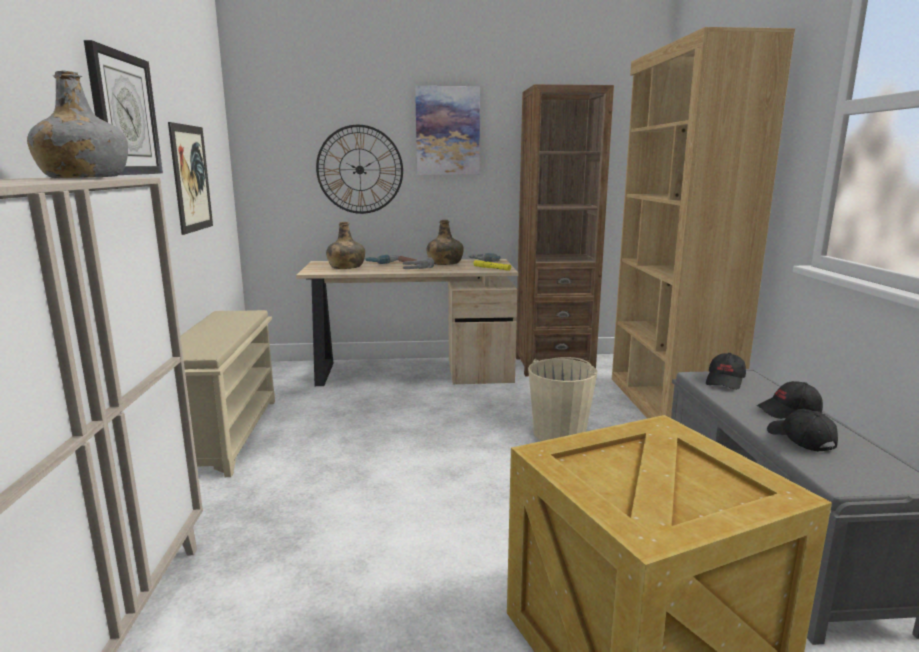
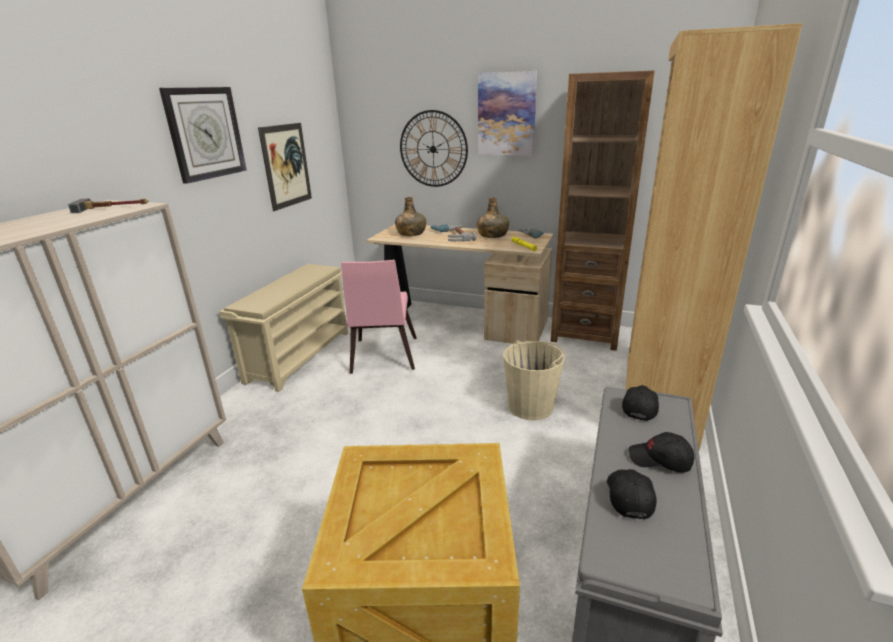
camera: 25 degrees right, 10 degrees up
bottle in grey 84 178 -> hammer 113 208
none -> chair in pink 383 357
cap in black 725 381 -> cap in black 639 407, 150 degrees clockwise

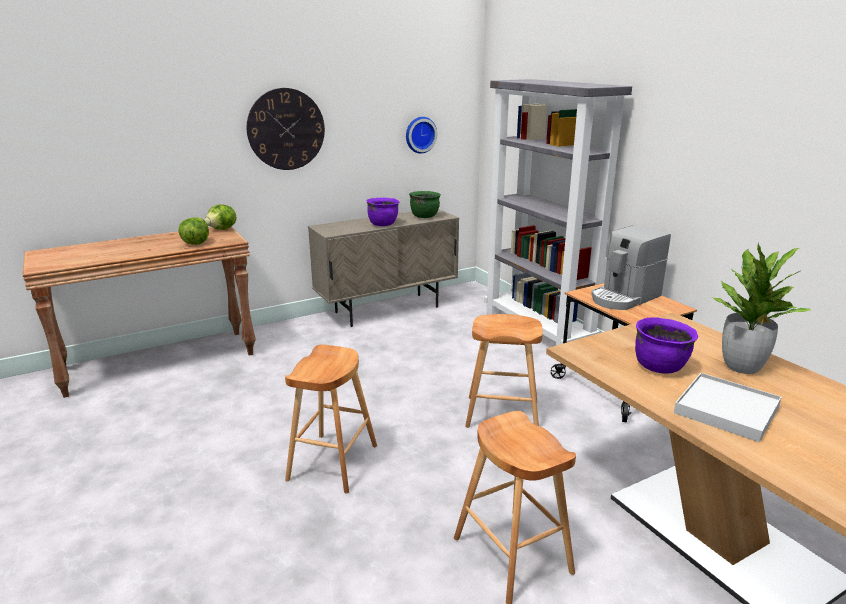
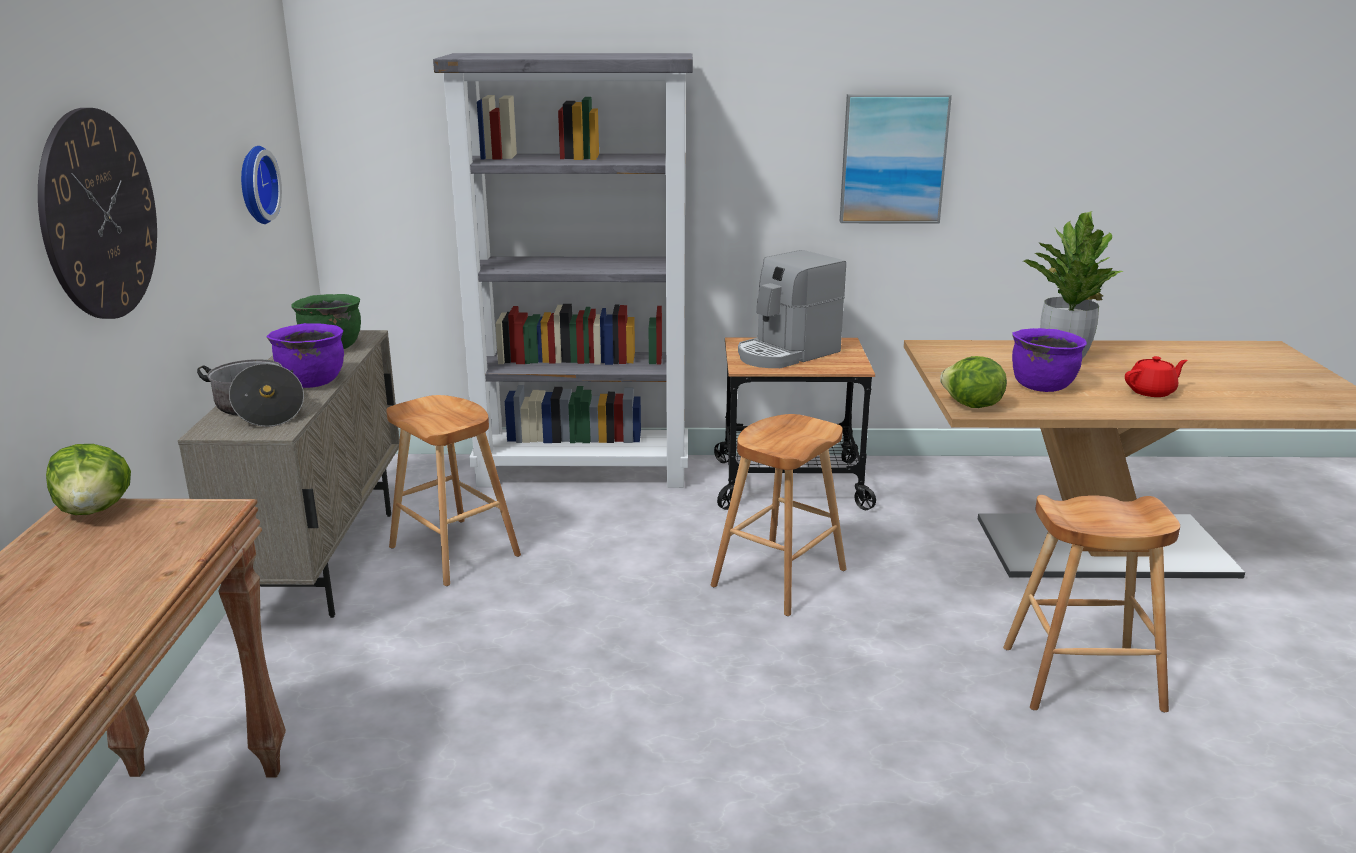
camera: 60 degrees left, 0 degrees up
none -> cooking pot 257 410
stool in brown 333 462 -> stool in brown 454 551, move
coffee machine 624 298 -> coffee machine 786 354, 60 degrees clockwise
none -> picture 893 159
lettuce 195 243 -> lettuce 971 406, move
tray in white 727 410 -> teapot in red 1151 392

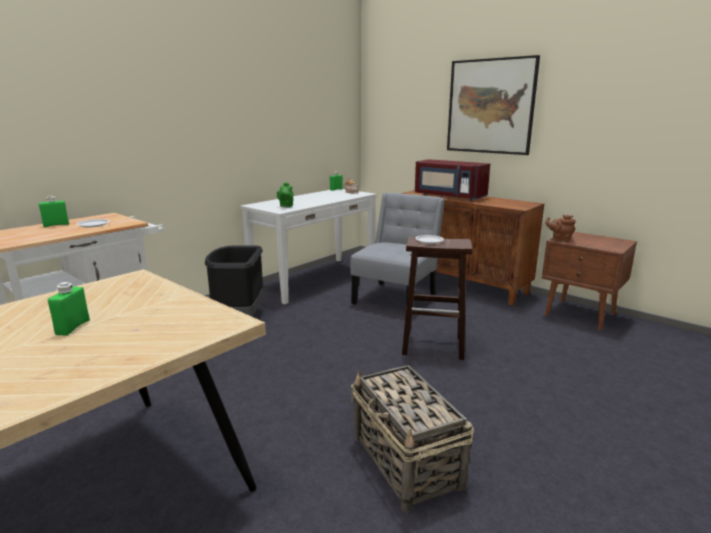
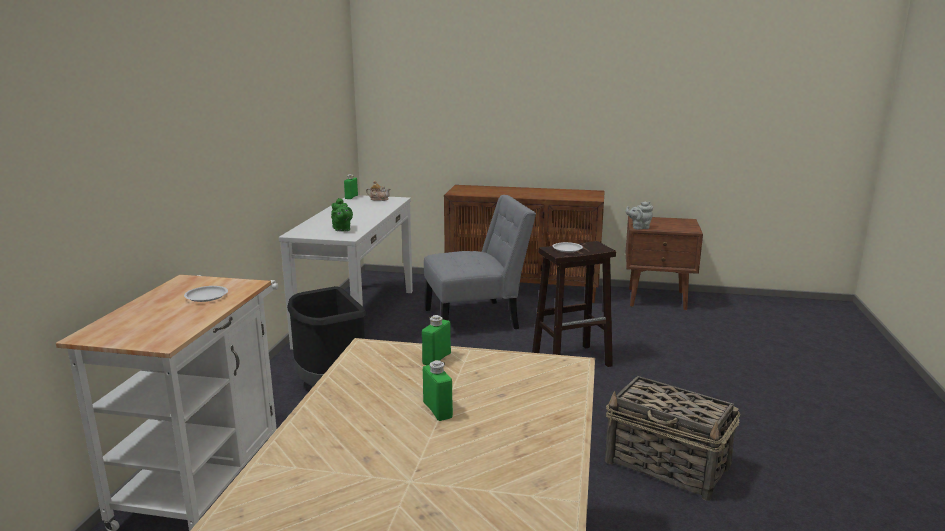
camera: 30 degrees left, 0 degrees up
bottle in green 56 225 -> bottle in green 436 359, move
chair in grey 397 297 -> chair in grey 476 318, 75 degrees clockwise
teapot in brown 559 240 -> teapot in grey 639 227
microwave in red 449 196 -> none
picture 490 106 -> none

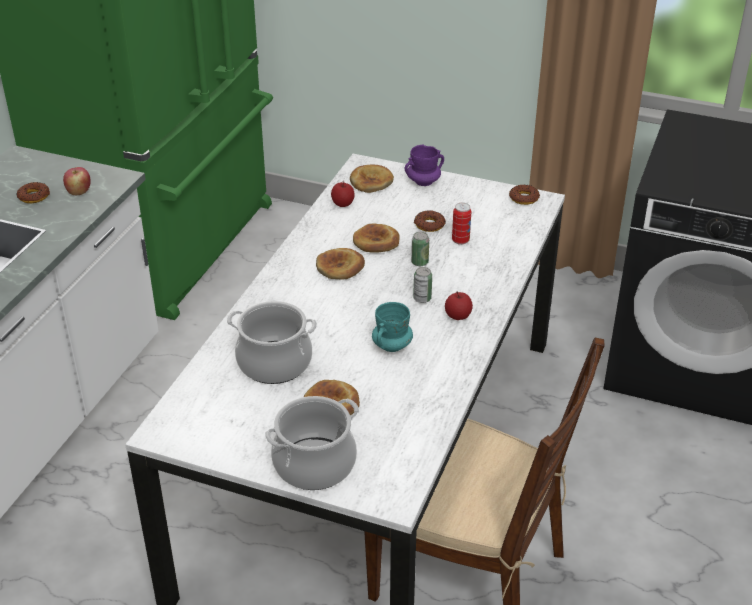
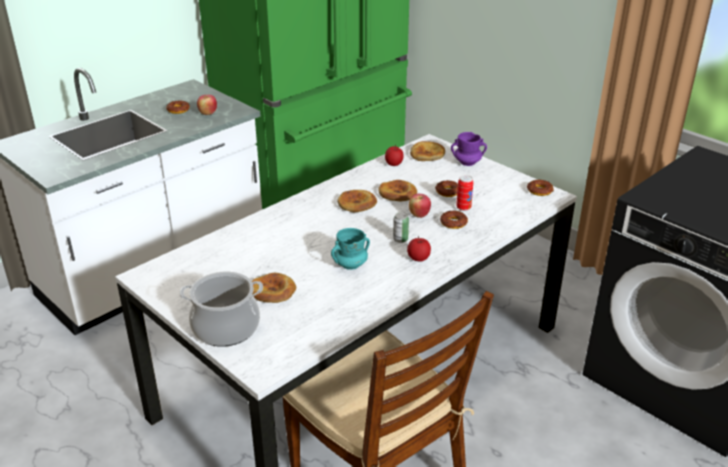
camera: 25 degrees right, 5 degrees down
can 419 262 -> apple 419 215
none -> donut 453 223
cooking pot 274 363 -> none

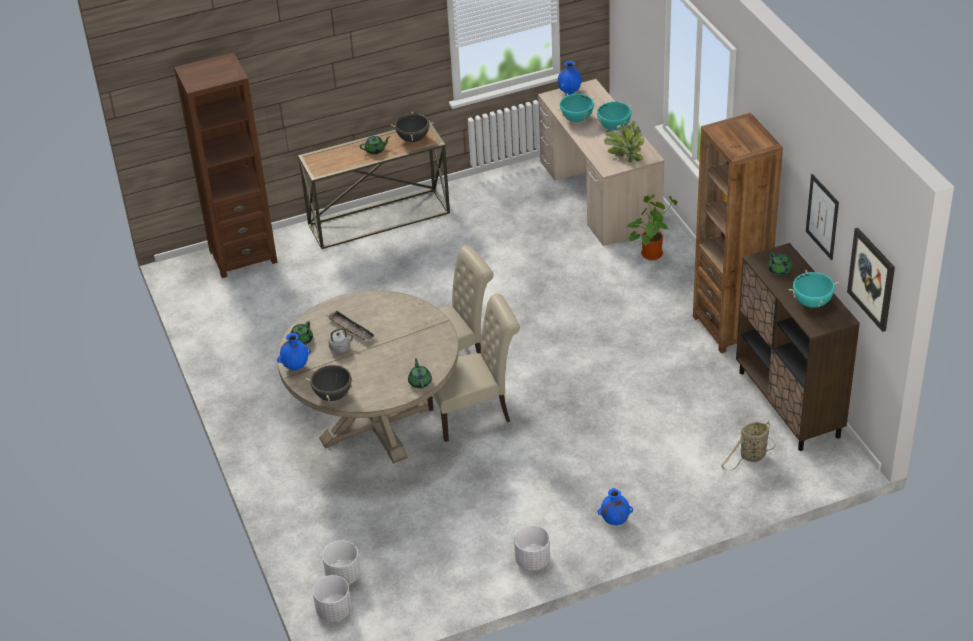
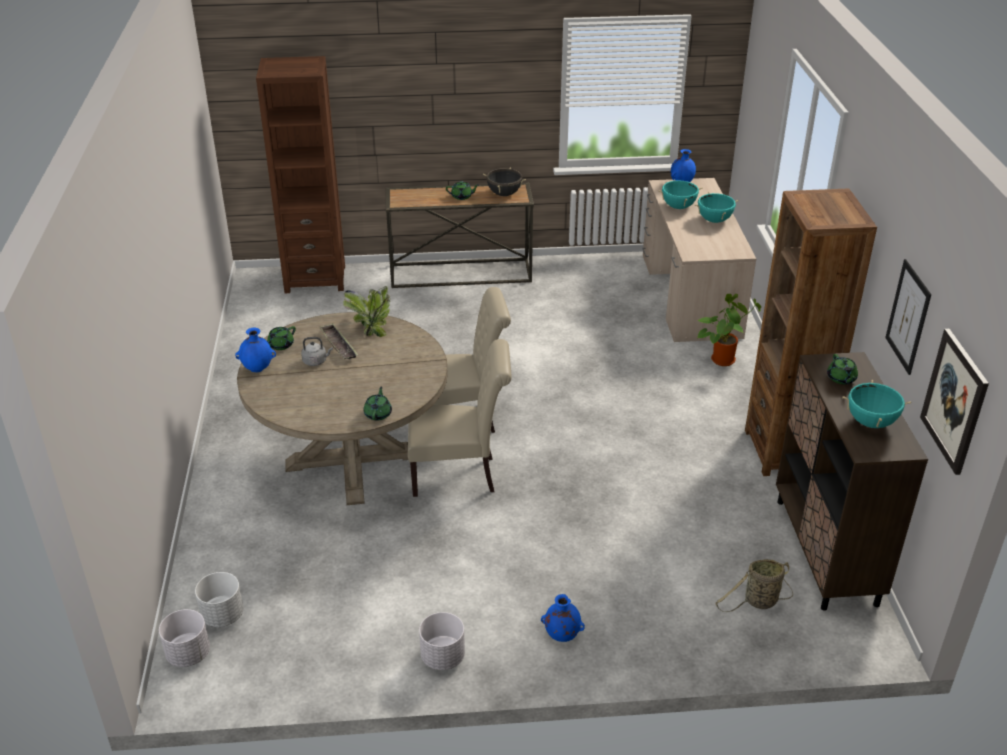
camera: 15 degrees right, 5 degrees down
potted plant 624 155 -> potted plant 372 327, move
cooking pot in black 333 395 -> none

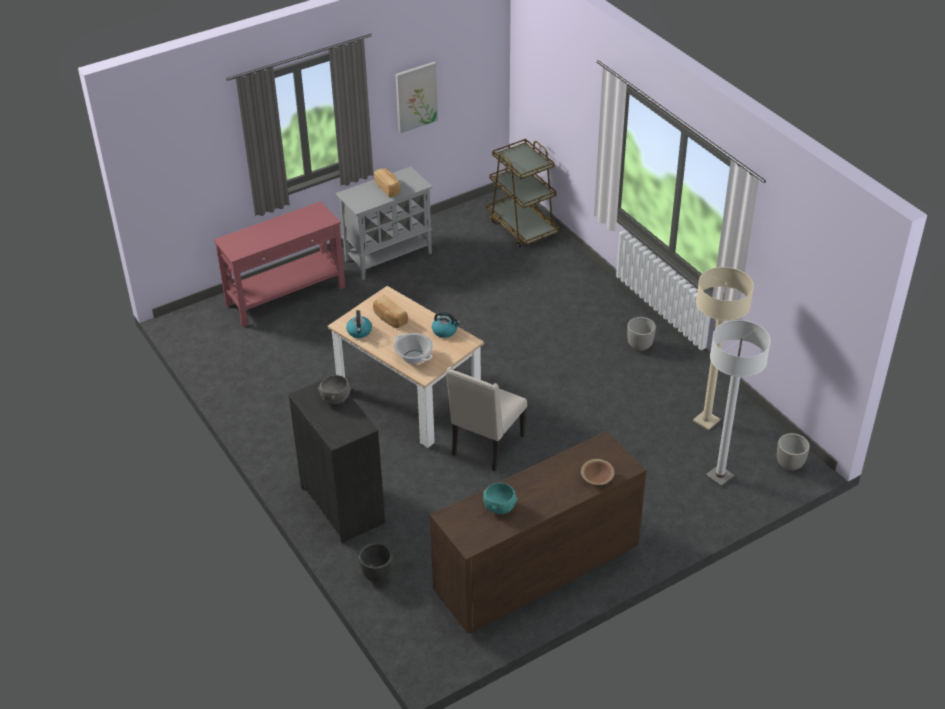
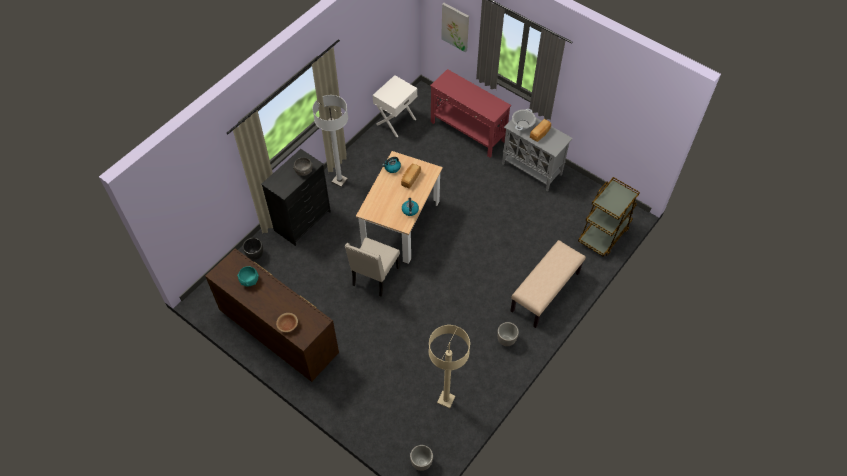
camera: 70 degrees right, 15 degrees up
floor lamp in white 719 476 -> floor lamp in white 339 180, move
chair in beige 486 446 -> chair in beige 374 277, 75 degrees counterclockwise
none -> nightstand in white 395 121
picture 416 96 -> picture 455 27, move
none -> bench in beige 545 292
cooking pot 413 357 -> cooking pot 522 124, move

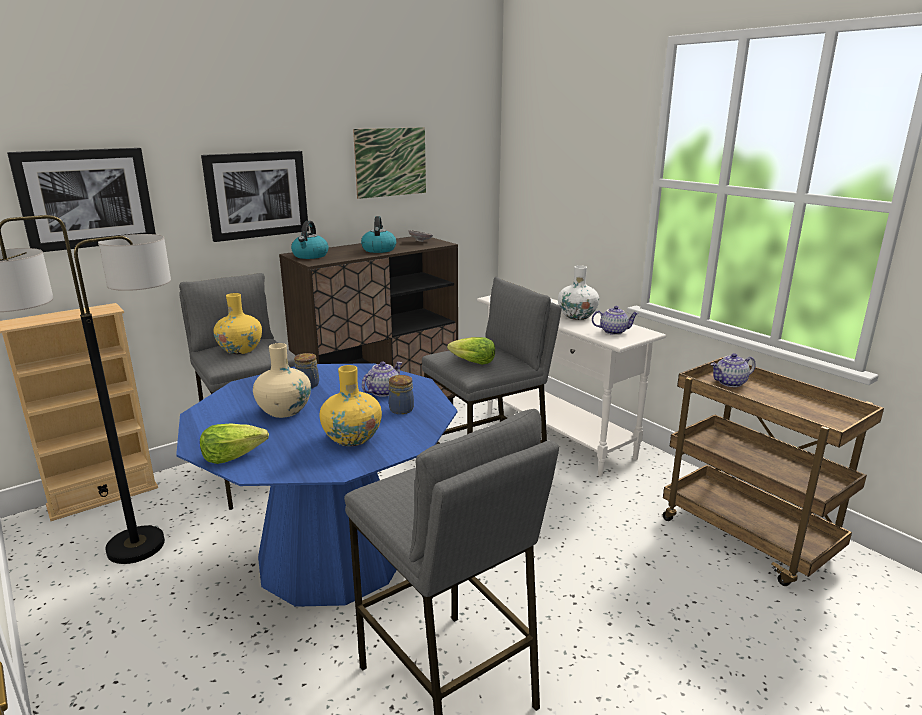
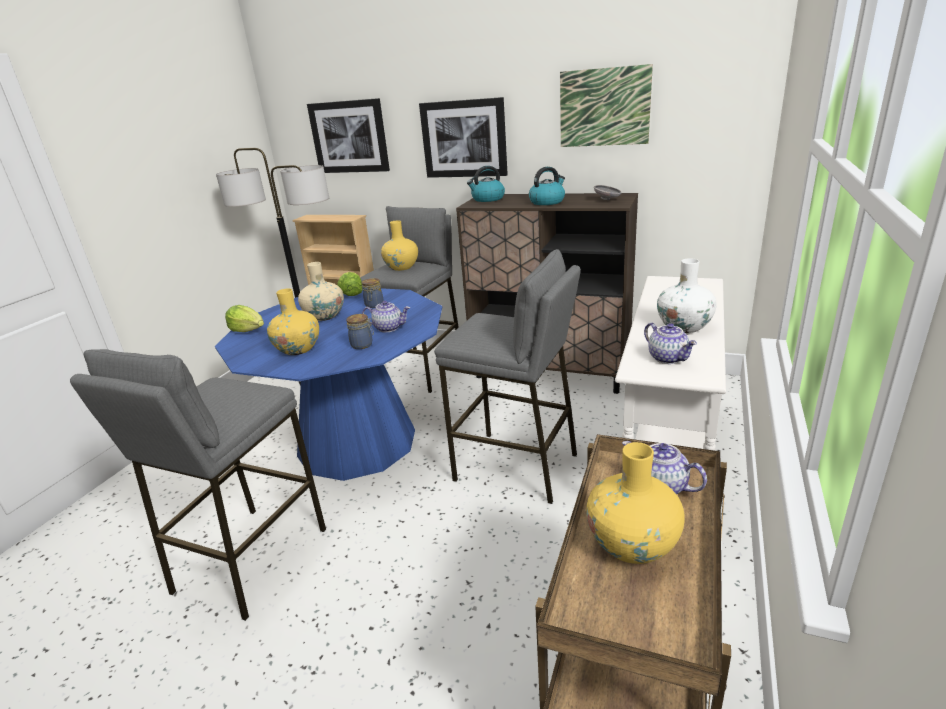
camera: 60 degrees right, 5 degrees up
lettuce 472 362 -> lettuce 351 293, move
none -> vase in yellow 632 544

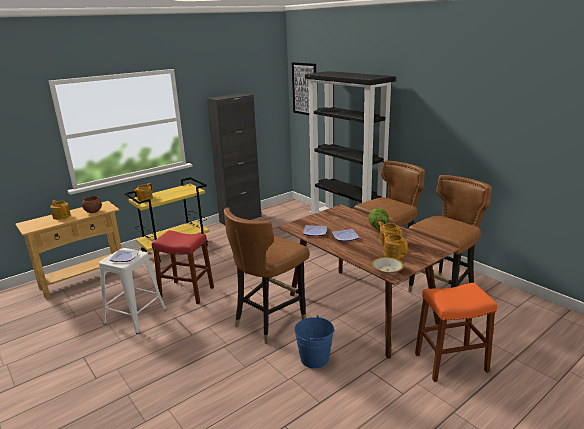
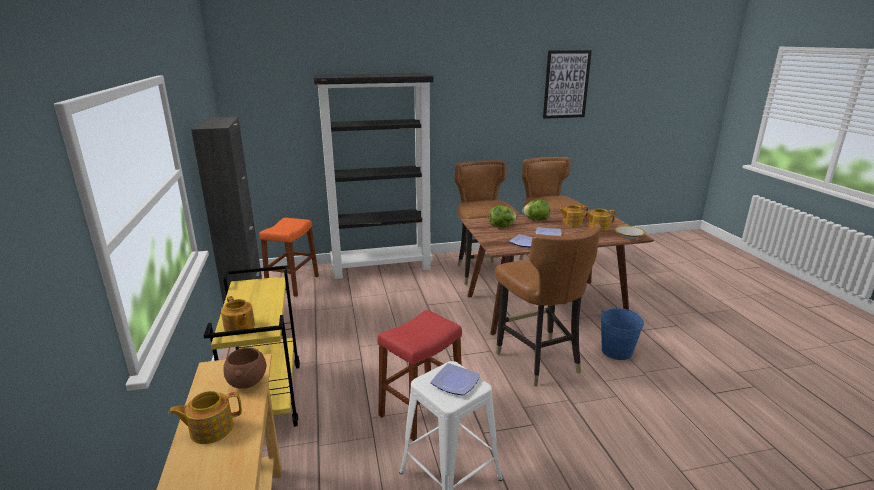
camera: 65 degrees left, 0 degrees up
stool in orange 451 362 -> stool in orange 293 284, move
none -> lettuce 501 226
picture 304 89 -> picture 566 84, move

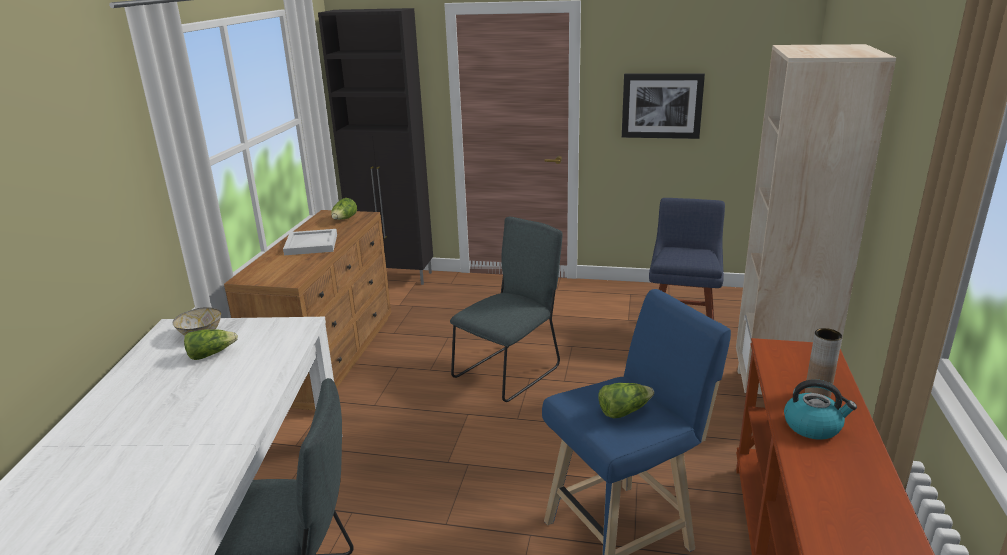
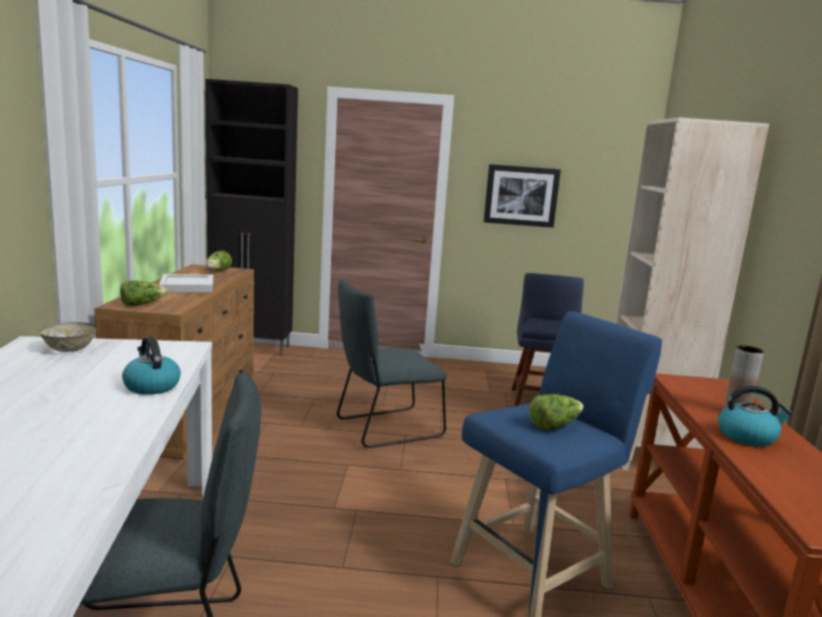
camera: 10 degrees left, 10 degrees down
lettuce 211 354 -> lettuce 142 304, move
none -> kettle 151 386
chair in grey 510 370 -> chair in grey 384 428, 150 degrees counterclockwise

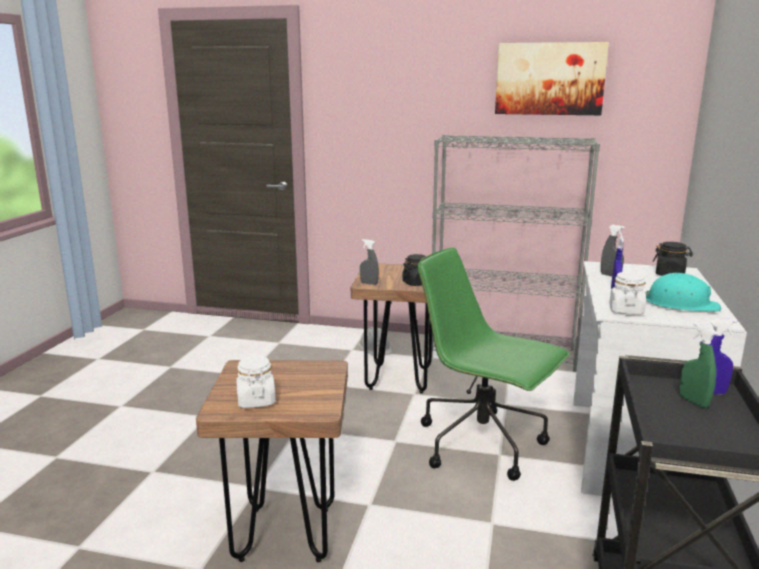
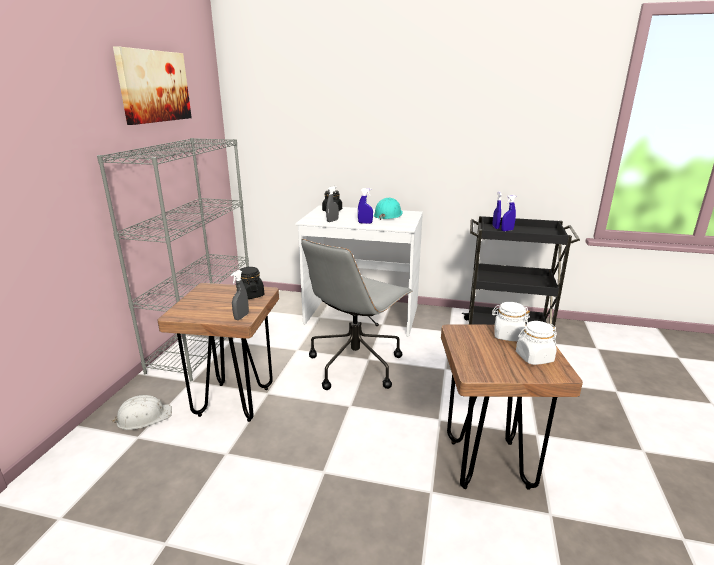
camera: 90 degrees left, 5 degrees up
office chair in green 483 444 -> office chair in grey 356 364
jar in white 626 310 -> jar in white 508 335, move
spray bottle in green 693 402 -> spray bottle in blue 507 230

